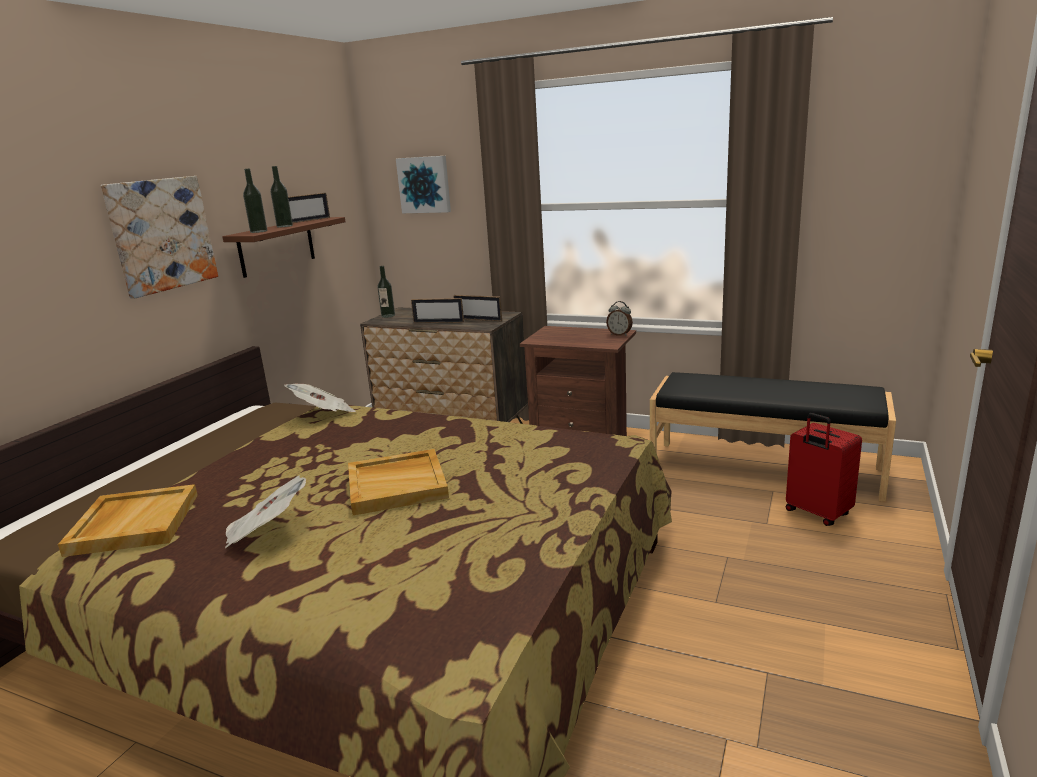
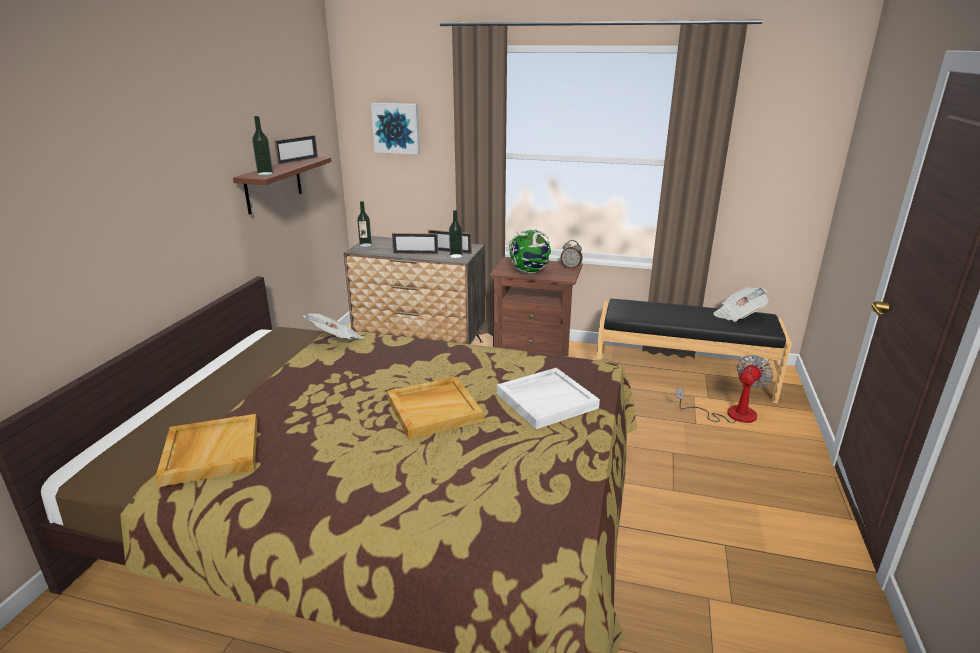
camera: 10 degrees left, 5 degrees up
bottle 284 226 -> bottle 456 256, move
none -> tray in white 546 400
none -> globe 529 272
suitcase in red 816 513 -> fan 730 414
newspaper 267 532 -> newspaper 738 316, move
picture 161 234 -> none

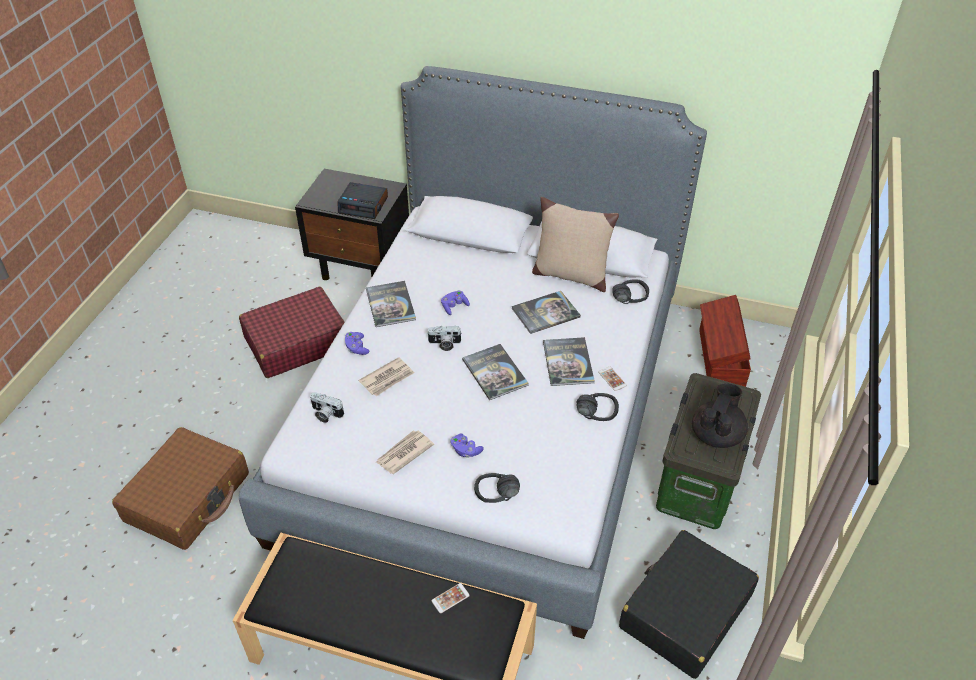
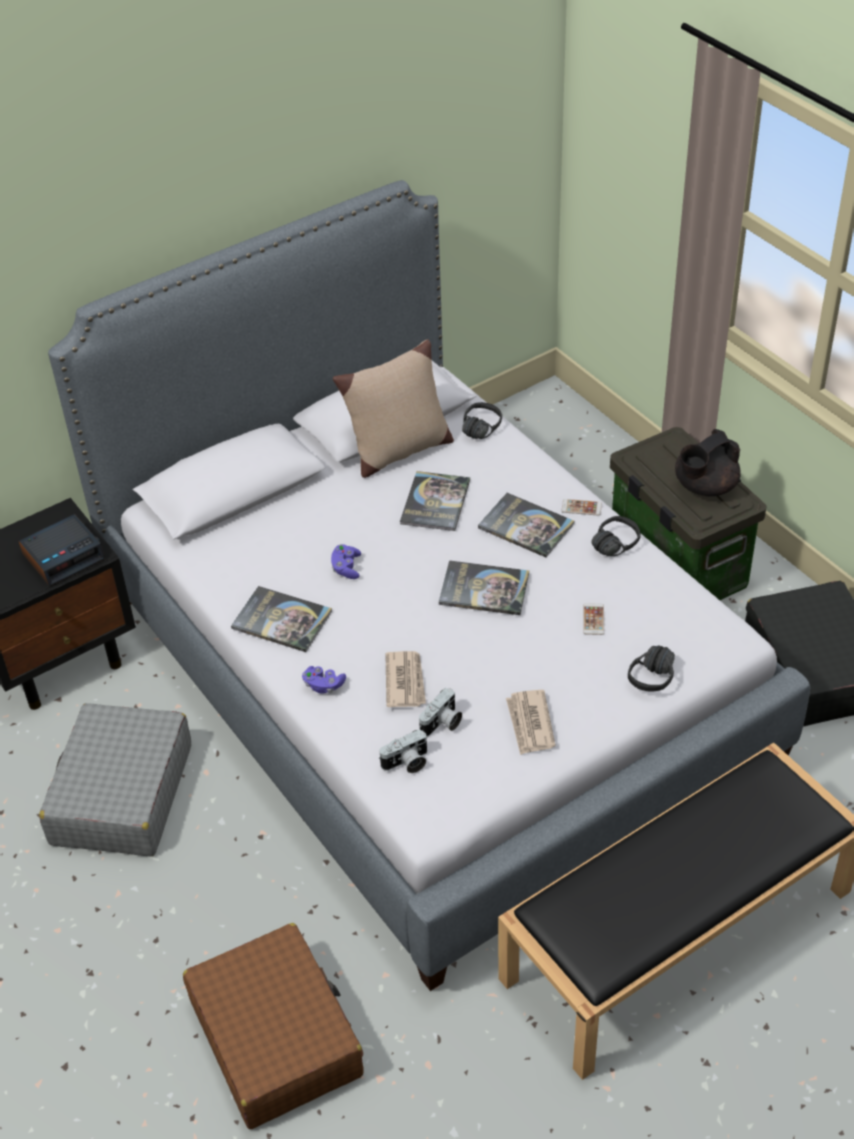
camera: 50 degrees left, 0 degrees up
suitcase in red 296 342 -> suitcase in grey 121 795
photo camera 444 344 -> photo camera 442 724, move
phone 450 598 -> phone 593 619, move
teapot in black 716 434 -> teapot in black 704 487, 105 degrees counterclockwise
game controller in purple 465 450 -> none
storage box in brown 720 358 -> none

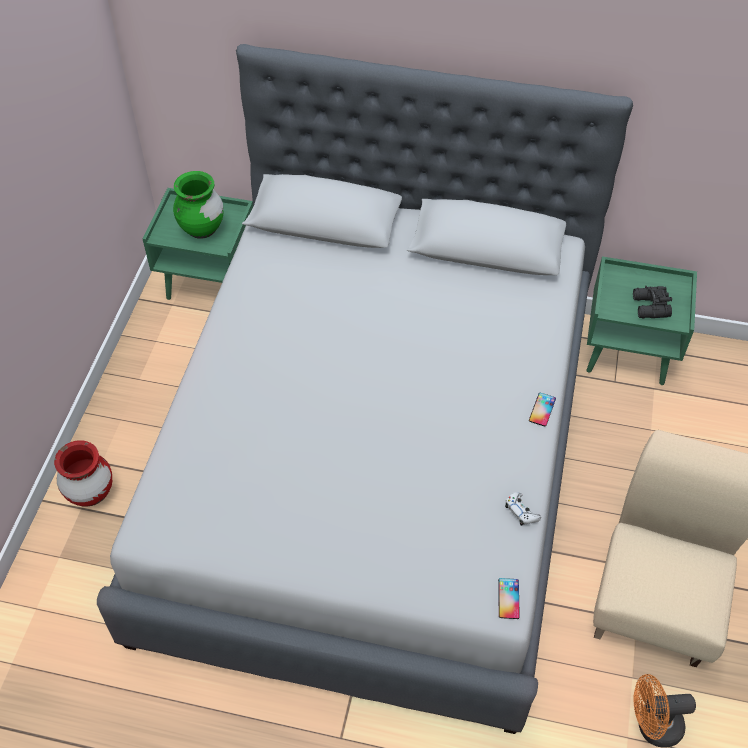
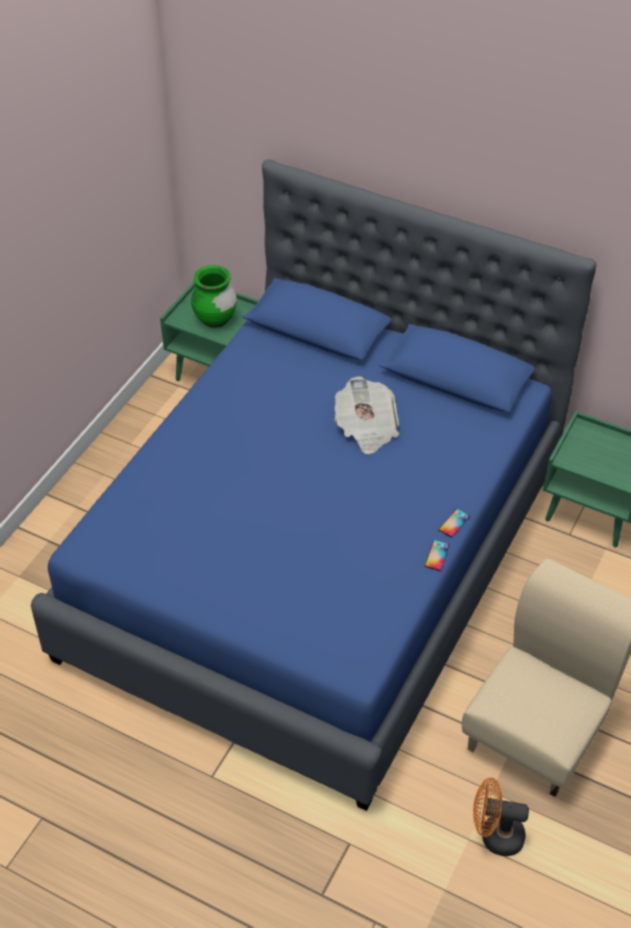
camera: 15 degrees right, 5 degrees down
bed in grey 375 466 -> bed in blue 316 560
none -> newspaper 366 428
phone 508 598 -> phone 437 555, move
vase in red 91 493 -> none
game controller in white 521 511 -> none
binoculars in black 649 307 -> none

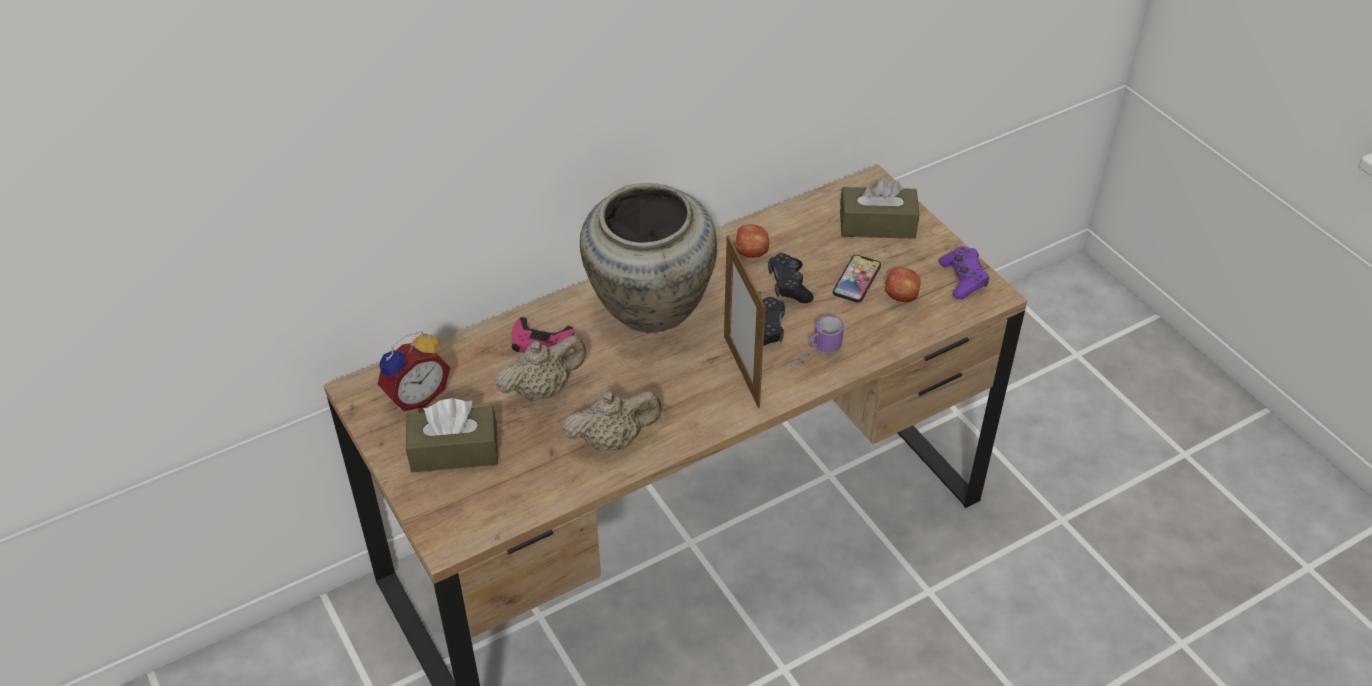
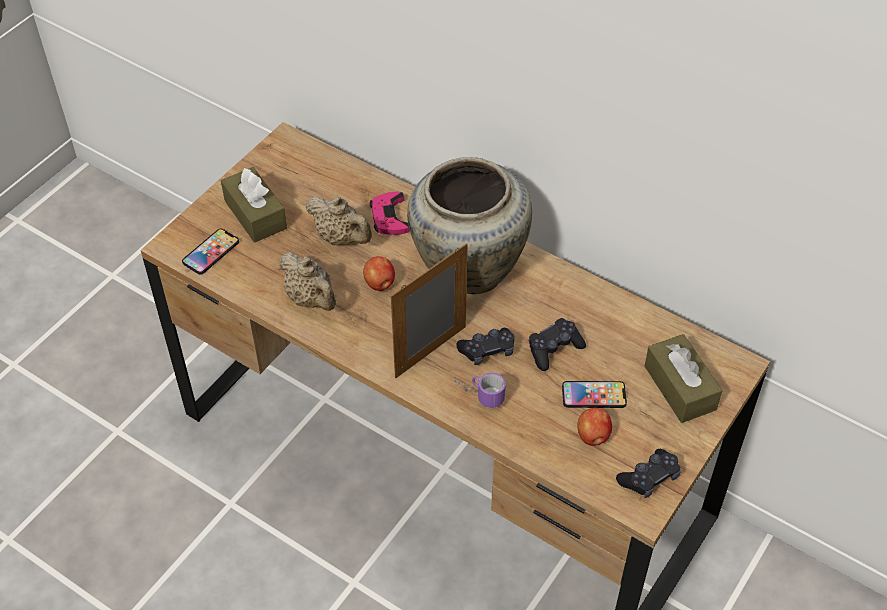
camera: 65 degrees right, 5 degrees up
none -> phone 211 252
apple 752 253 -> apple 380 284, move
game controller in purple 963 279 -> game controller in black 649 478
alarm clock 415 395 -> none

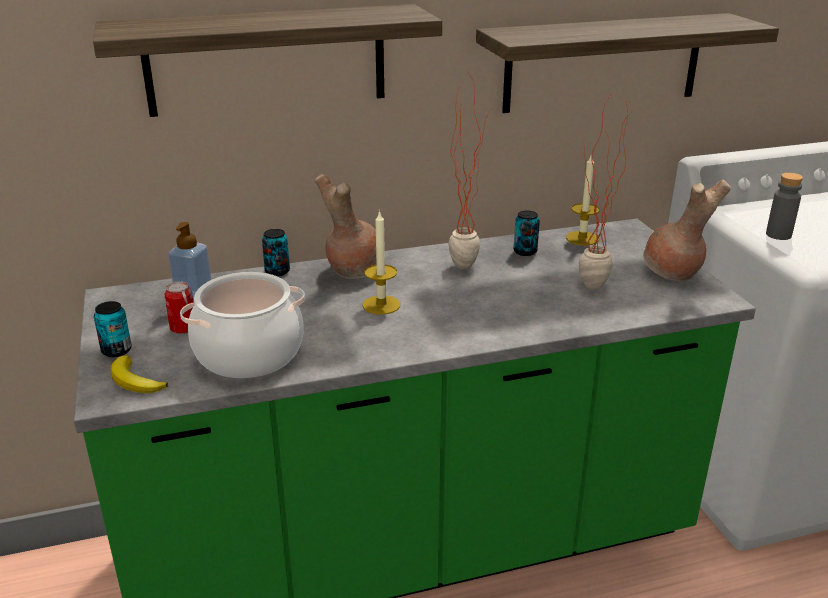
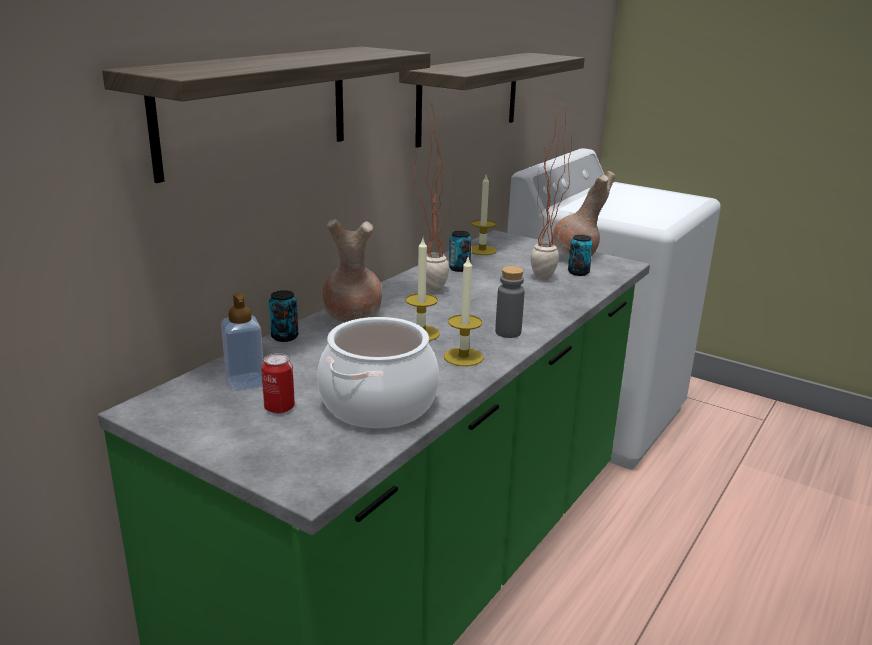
camera: 40 degrees left, 5 degrees down
none -> candle 463 357
bottle in grey 778 235 -> bottle in grey 508 332, move
can 116 350 -> can 578 272, move
banana 135 381 -> none

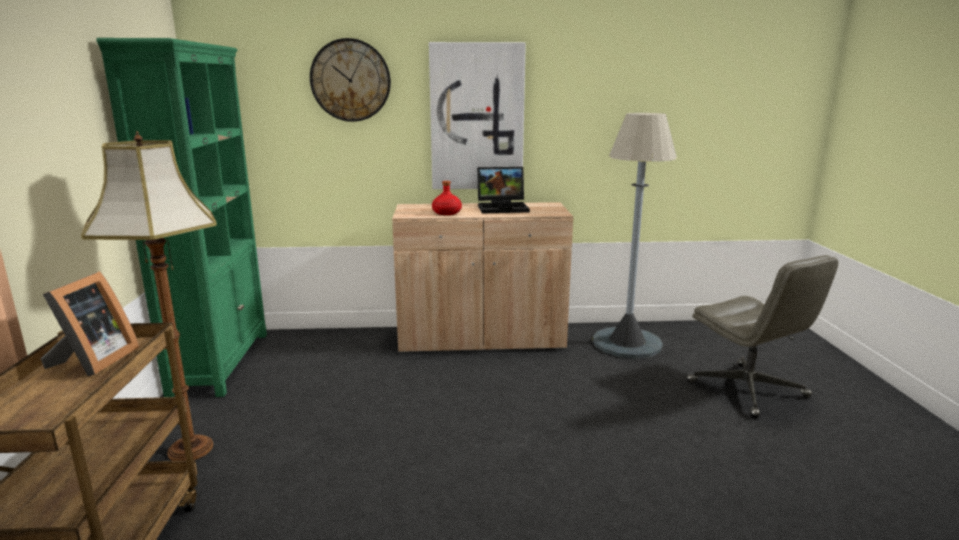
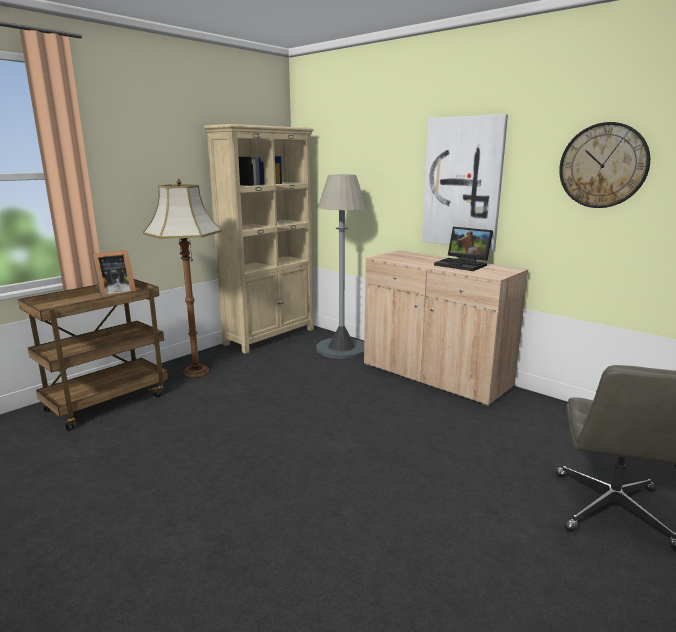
camera: 45 degrees right, 0 degrees up
bookcase in green 221 362 -> bookcase in beige 270 336
floor lamp in grey 626 343 -> floor lamp in grey 341 348, move
wall clock 350 80 -> wall clock 603 166, move
bottle in red 447 213 -> none

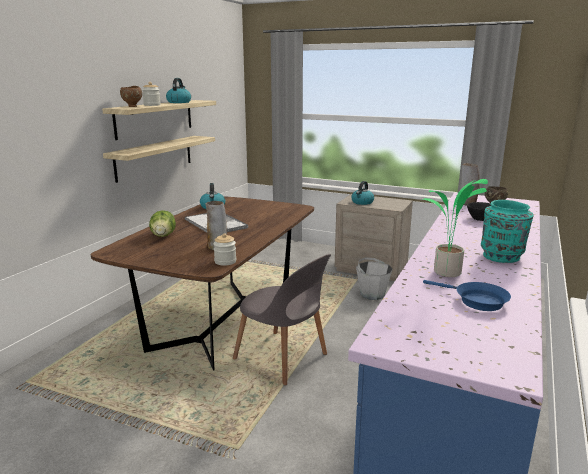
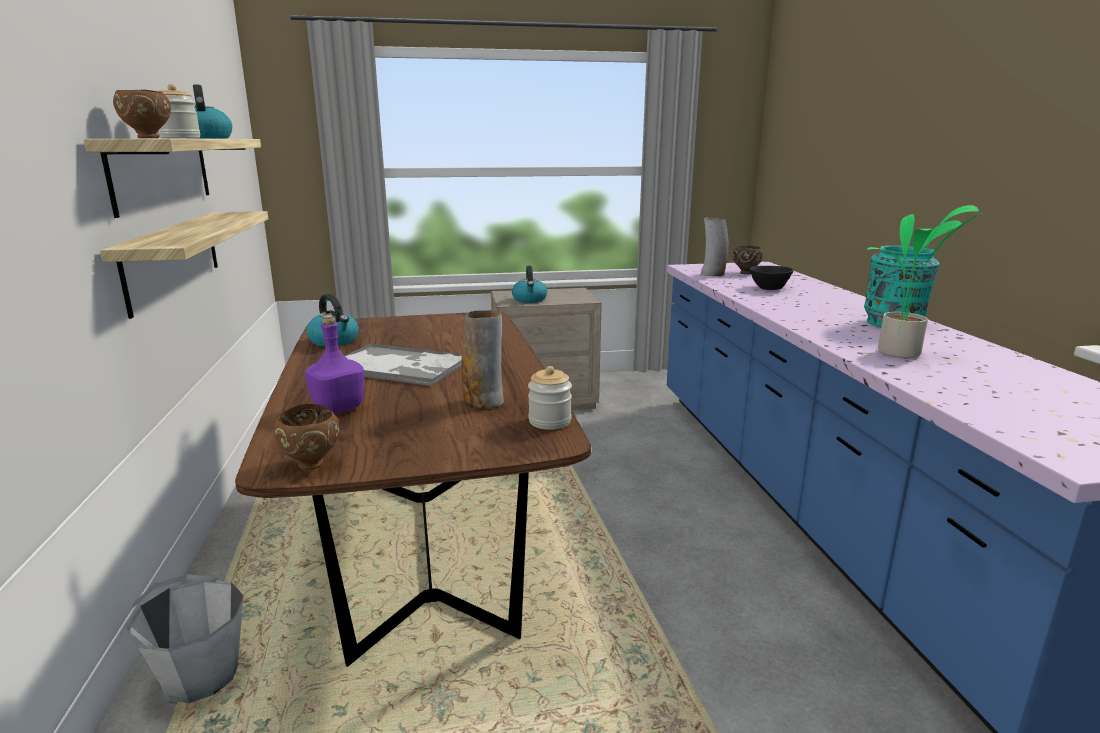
camera: 35 degrees left, 0 degrees up
bucket in grey 372 294 -> bucket in grey 201 677, move
none -> bowl in brown 312 465
lettuce 163 236 -> bottle in purple 339 408
chair in grey 283 358 -> none
frying pan in blue 476 301 -> none

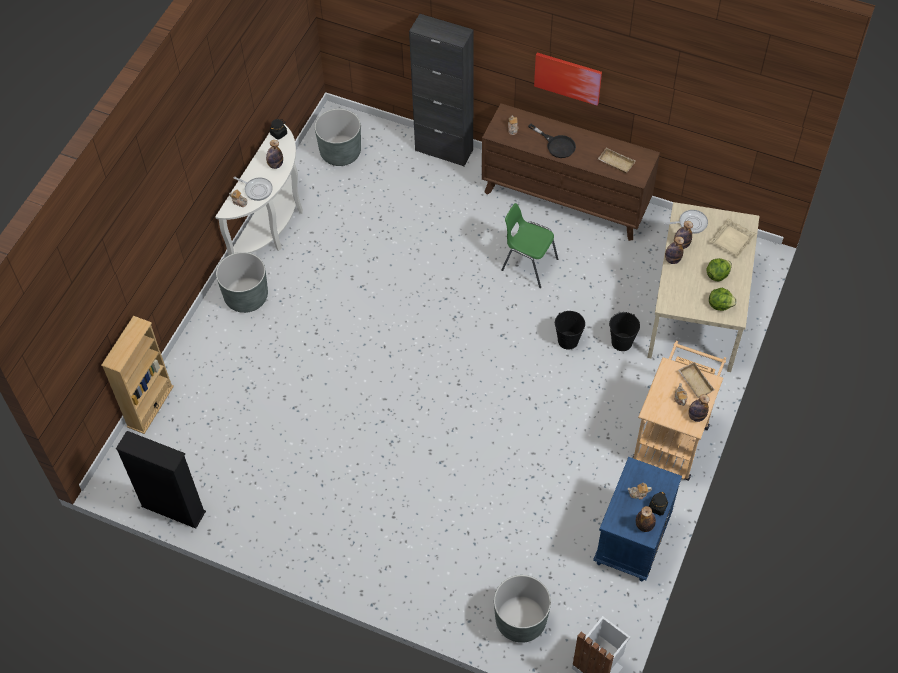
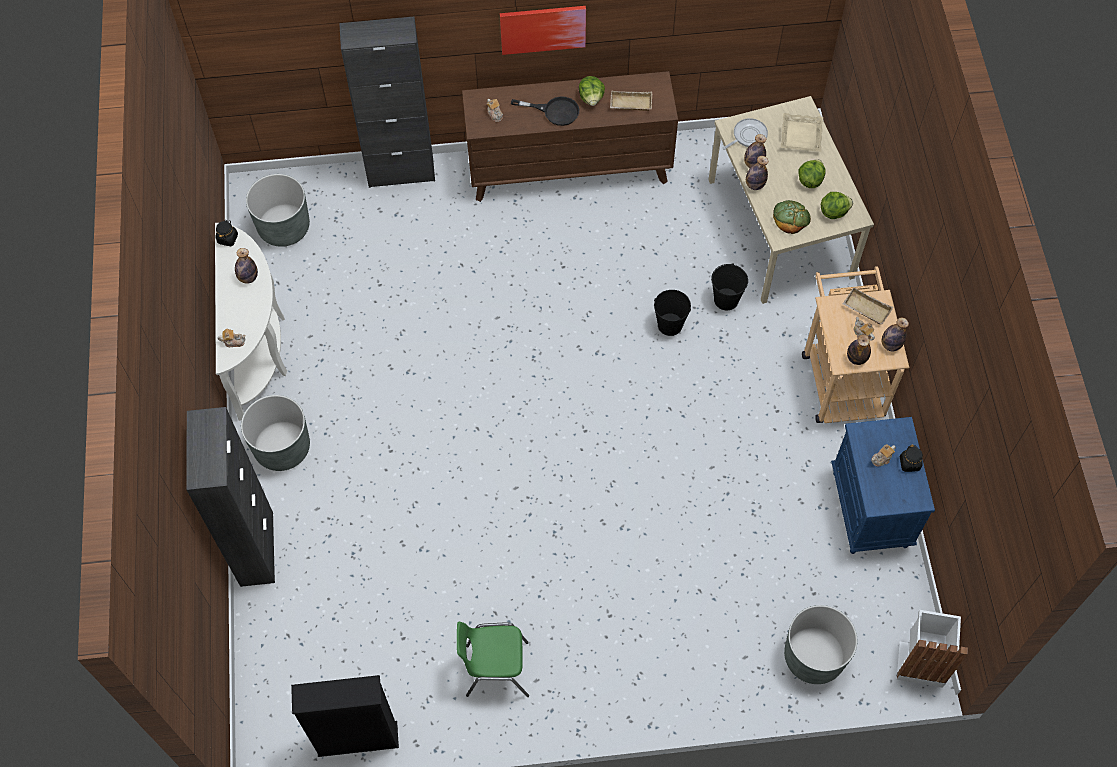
camera: 30 degrees left, 5 degrees up
none -> cabinet in black 257 549
chair in green 528 264 -> chair in green 495 669, move
none -> lettuce 591 98
none -> bread 790 218
bottle 644 526 -> bottle 856 358, move
bookcase in beige 150 406 -> none
frying pan 257 189 -> none

